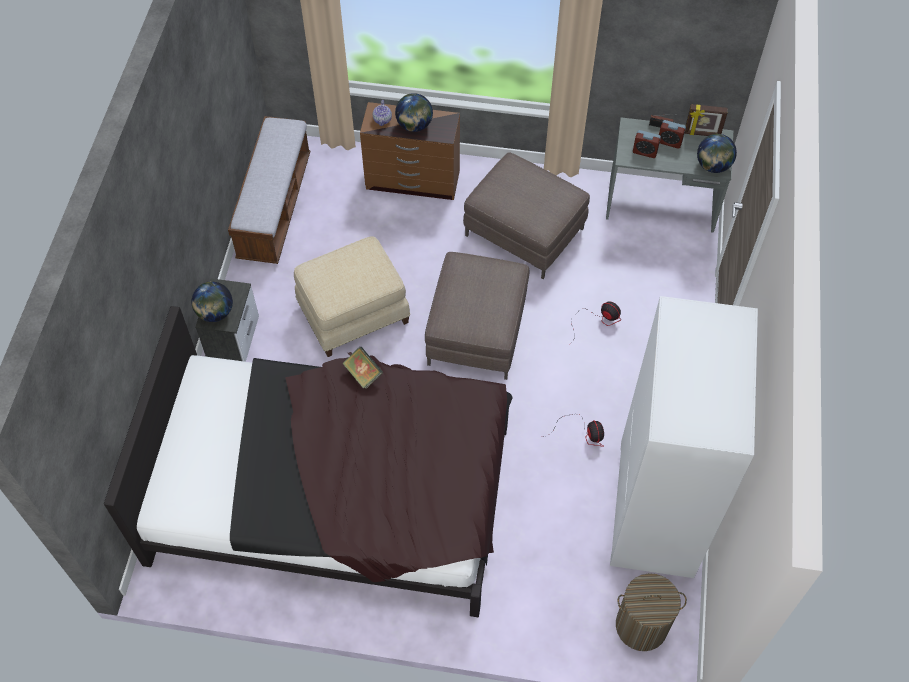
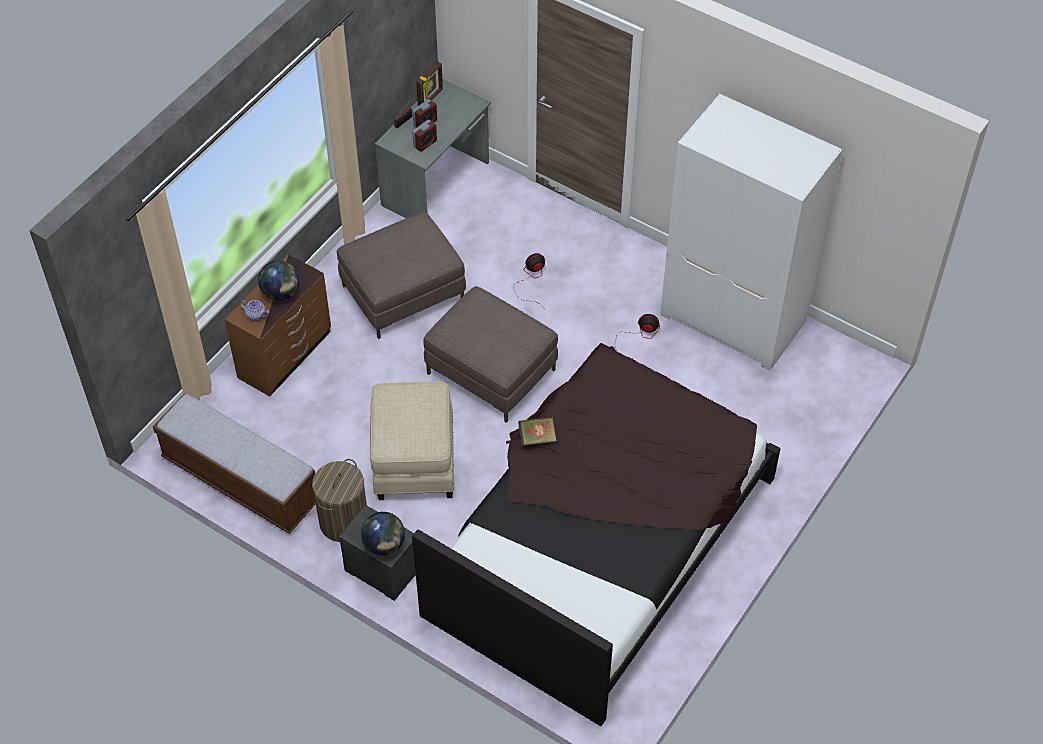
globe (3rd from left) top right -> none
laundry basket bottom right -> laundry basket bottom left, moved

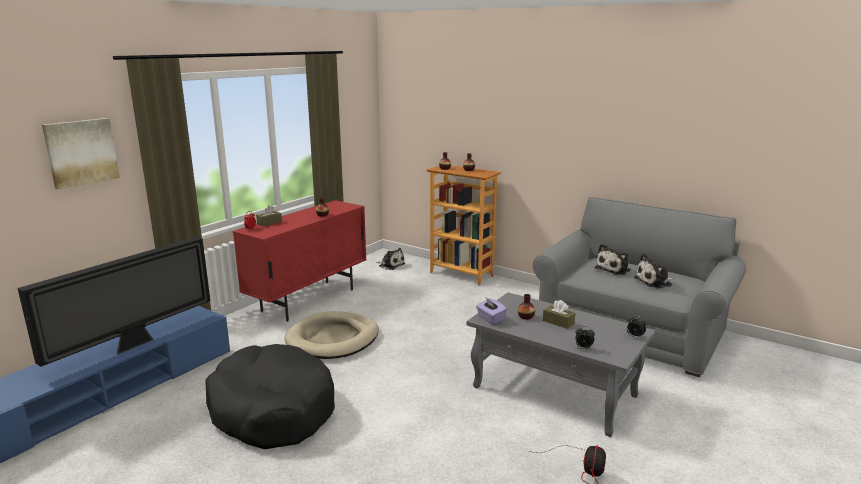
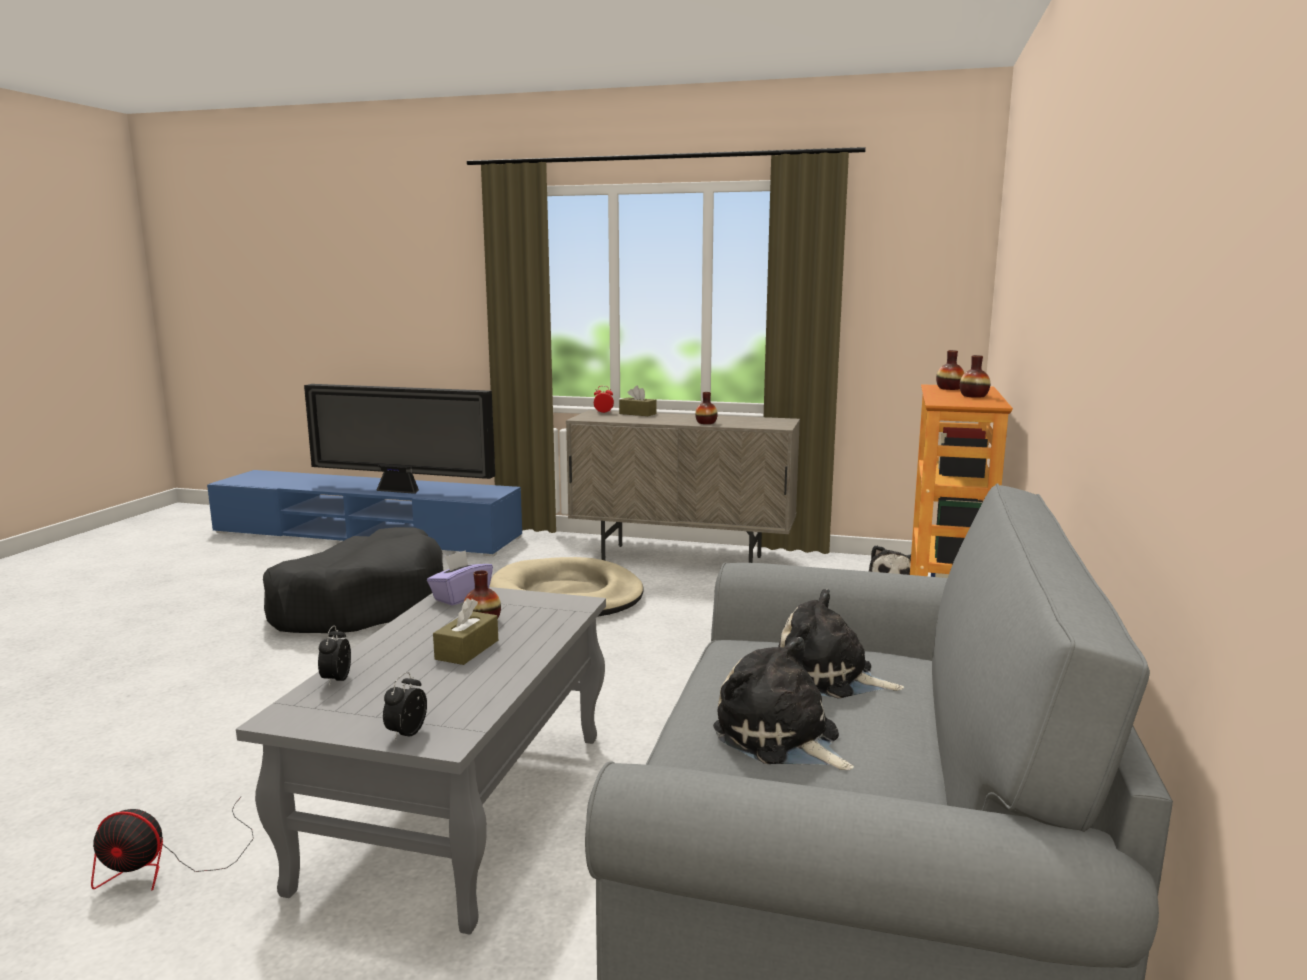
picture top left -> none
cabinet (red) centre -> cabinet (beige) centre

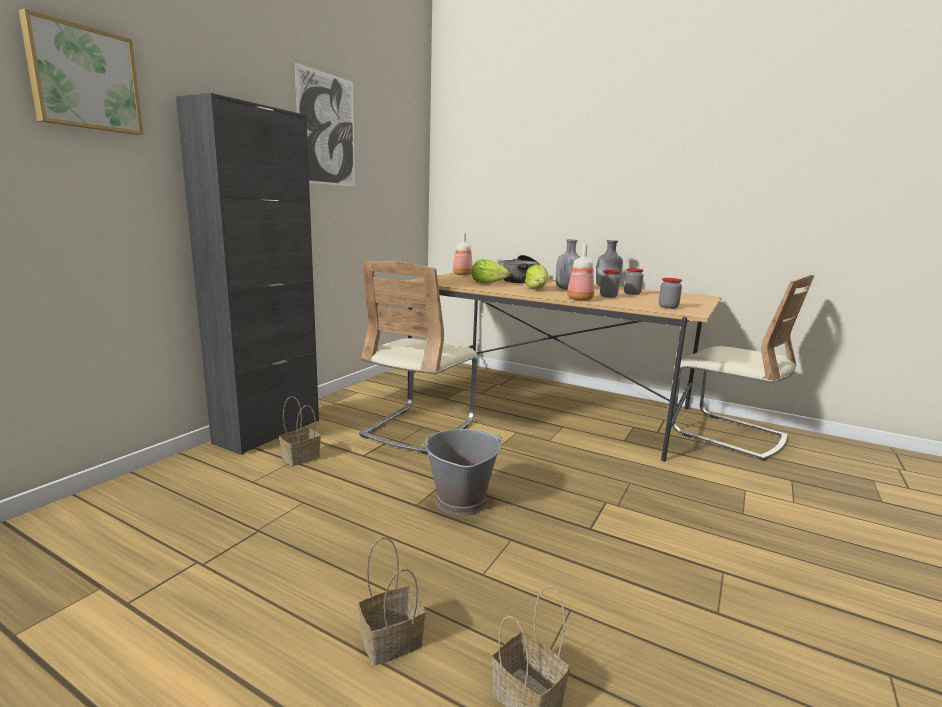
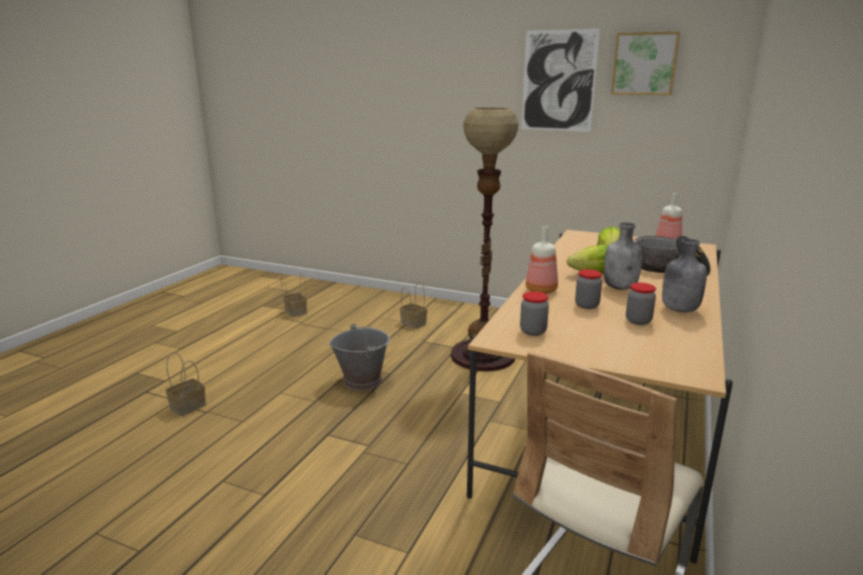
picture (1st from left in the first image) top left -> picture (2nd from left) top right, moved
cabinet (black) middle left -> none
chair (beige) (1st from left) centre -> floor lamp centre
basket (2nd from left) bottom centre -> basket (2nd from left) centre, moved

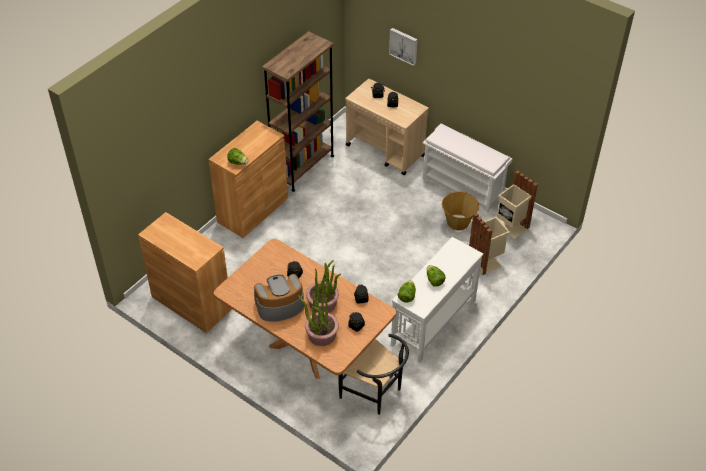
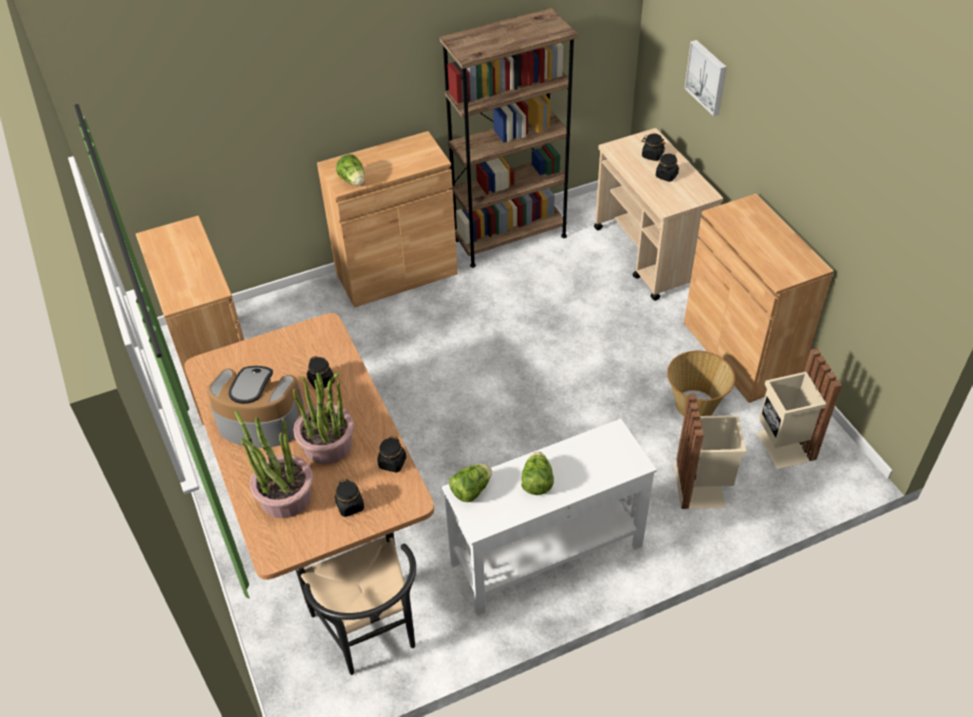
bench (white) centre -> cabinet (brown) (3rd from left) middle right

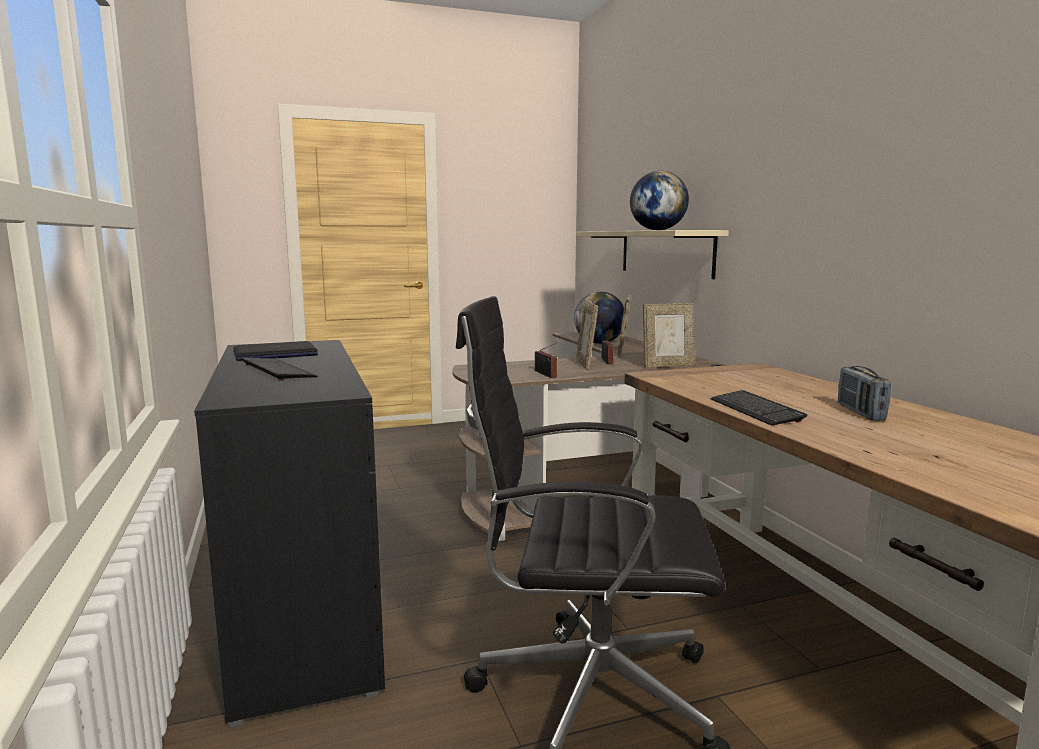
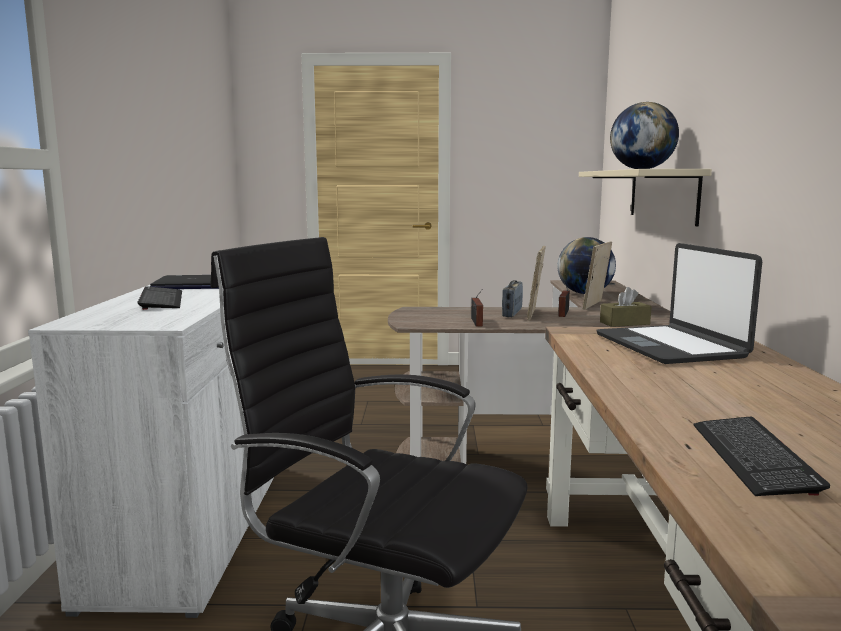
picture frame (3rd from left) centre -> tissue box (brown) middle right
cabinet (black) bottom left -> cabinet (white) bottom left
radio (3rd from left in the first image) middle right -> radio (2nd from left) centre, moved
keyboard (2nd from left) middle right -> keyboard (2nd from left) bottom right, moved
none -> laptop (2nd from left) middle right

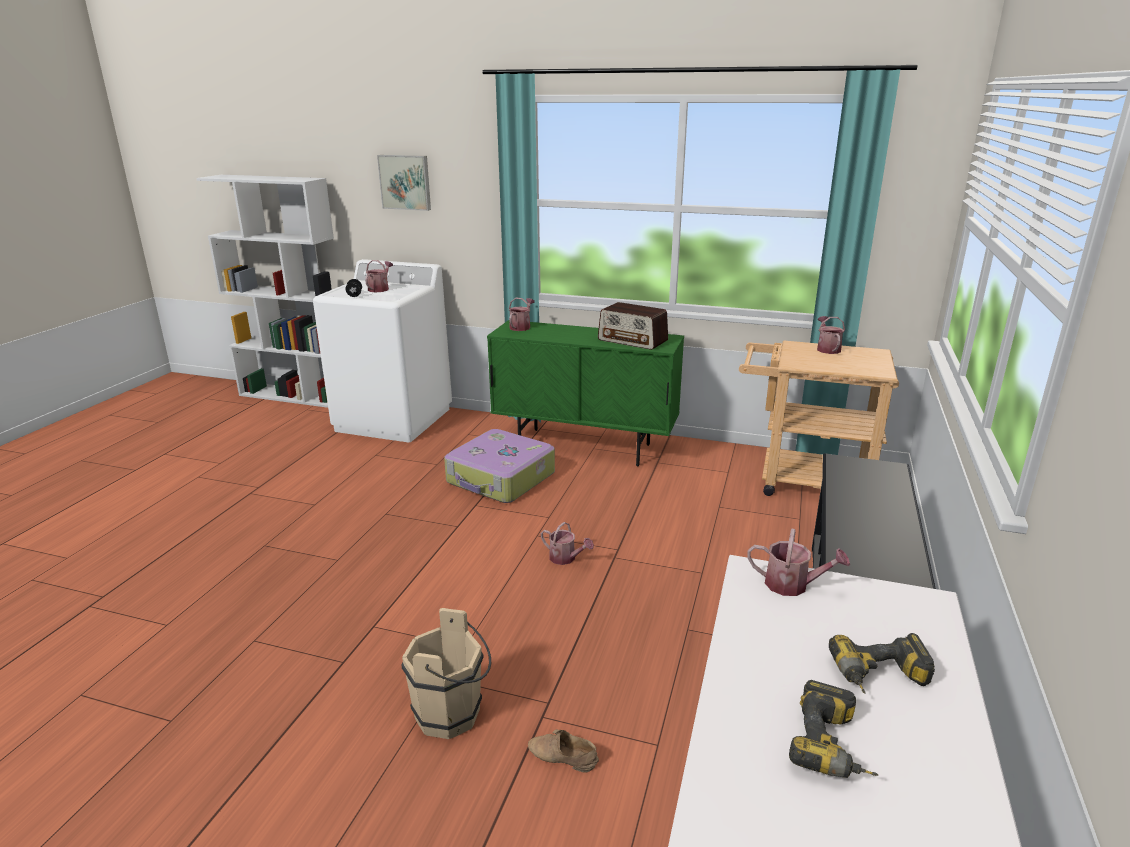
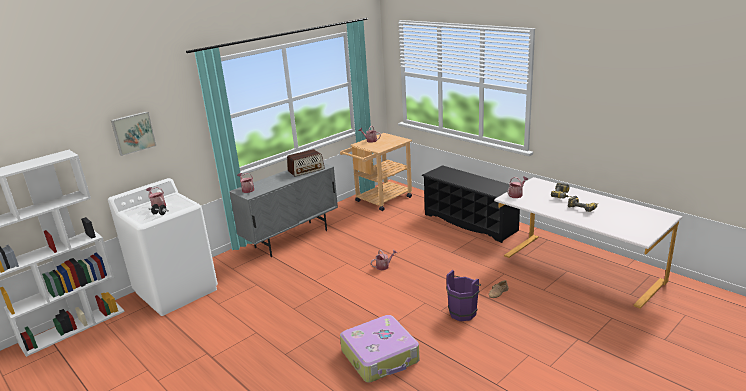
cabinet (green) centre -> cabinet (grey) centre
suitcase centre -> suitcase bottom centre, moved
bucket (beige) bottom centre -> bucket (purple) bottom centre

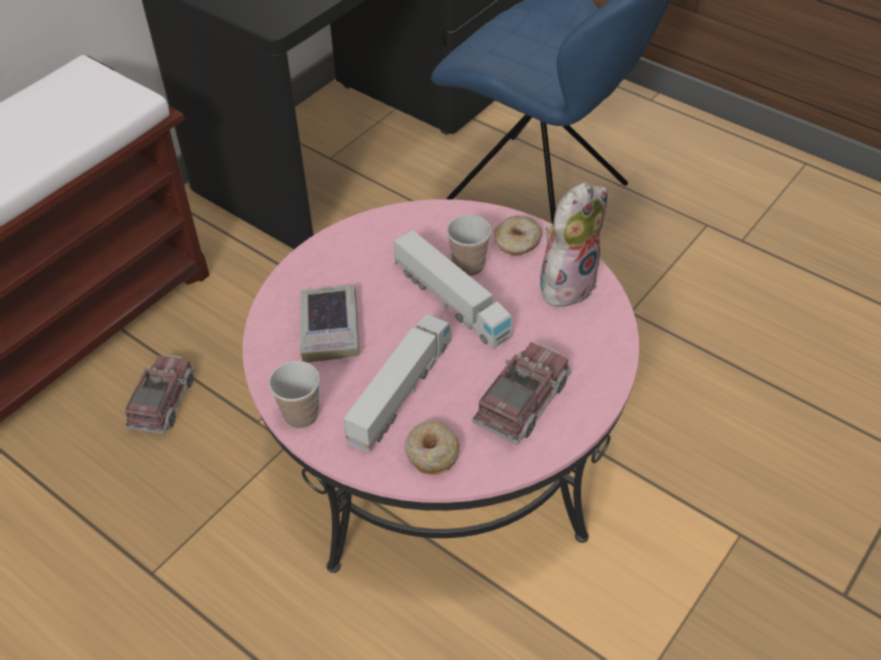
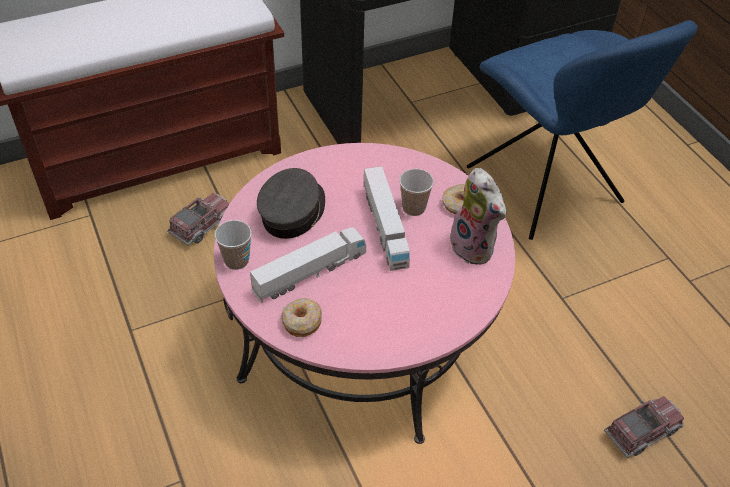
plush toy centre, 75 degrees clockwise
book centre -> cap (grey) centre
toy truck (4th from left) centre -> toy truck (4th from left) bottom right, moved

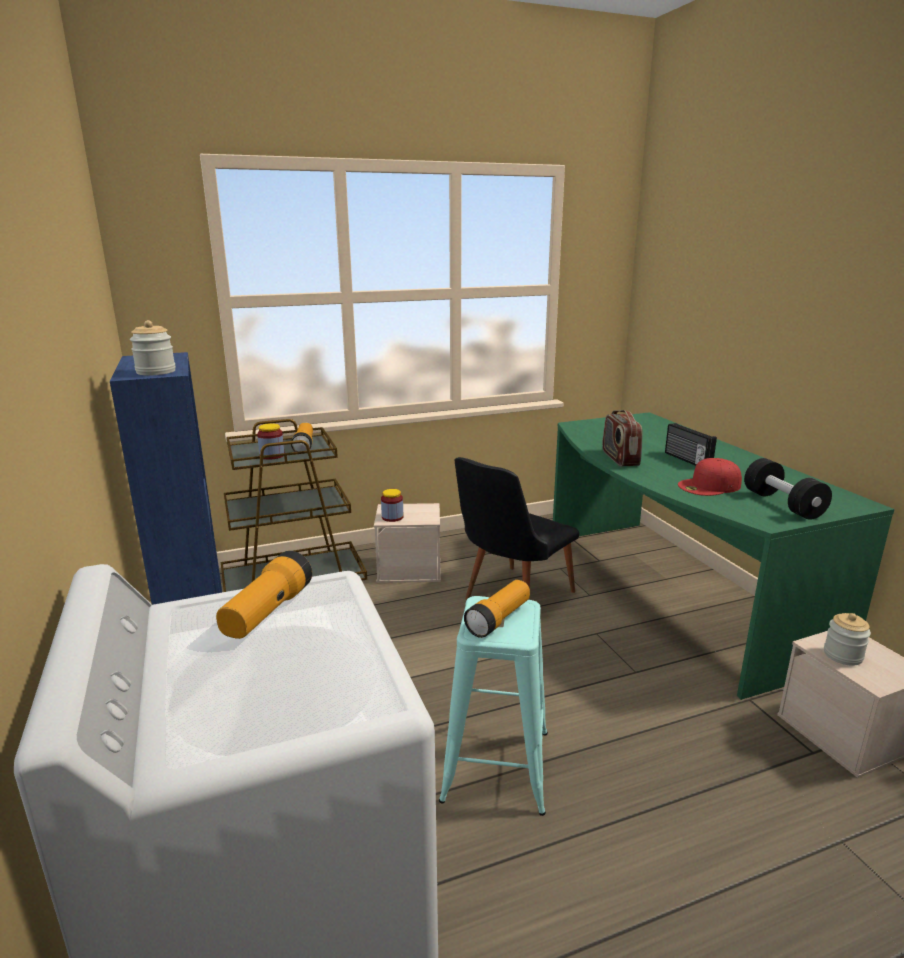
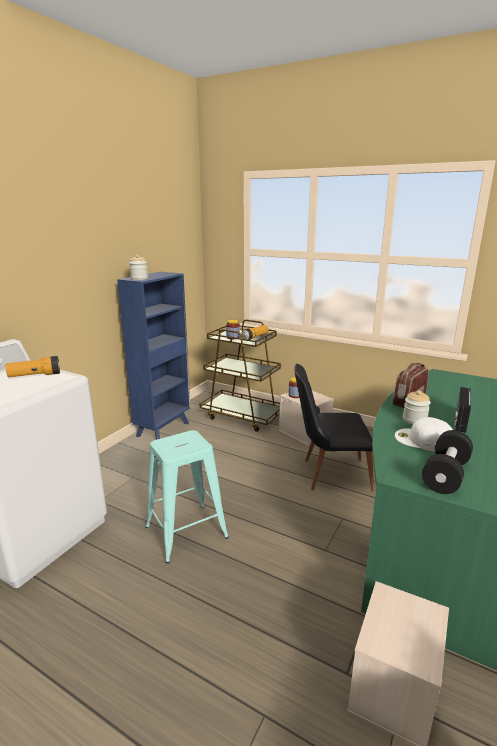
cap (red) middle right -> cap (white) middle right
flashlight (3rd from left) centre -> none
jar (4th from left) bottom right -> jar (4th from left) middle right, moved

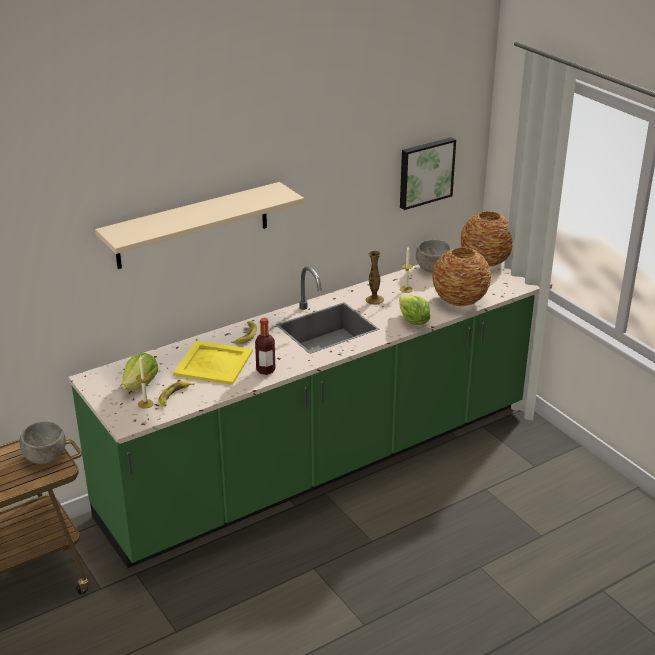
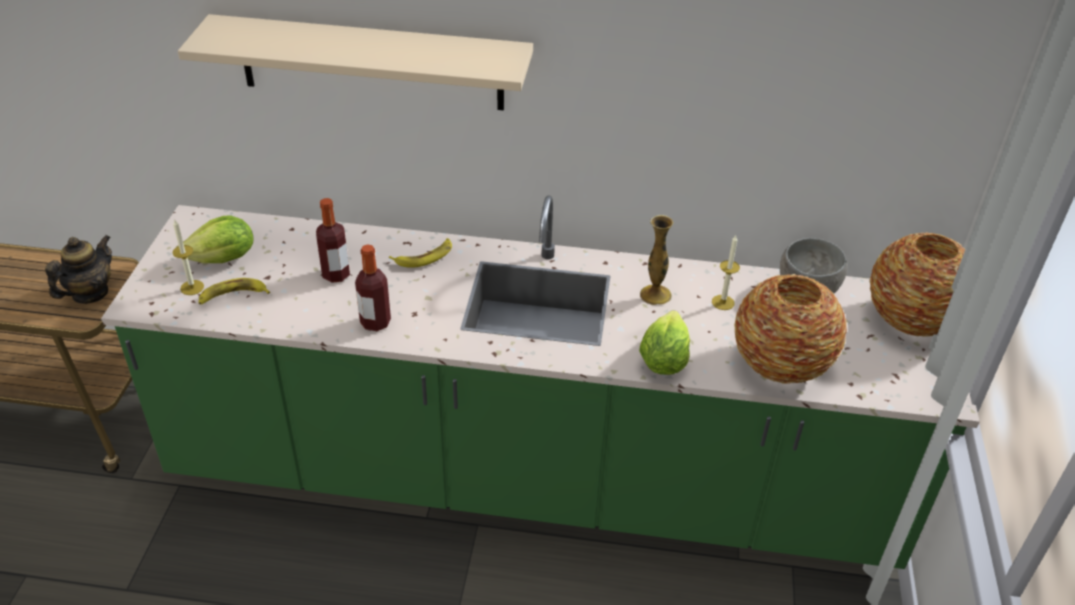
picture top centre -> none
tray (yellow) middle left -> bottle (1st from left) middle left
bowl (grey) (1st from left) bottom left -> teapot middle left

